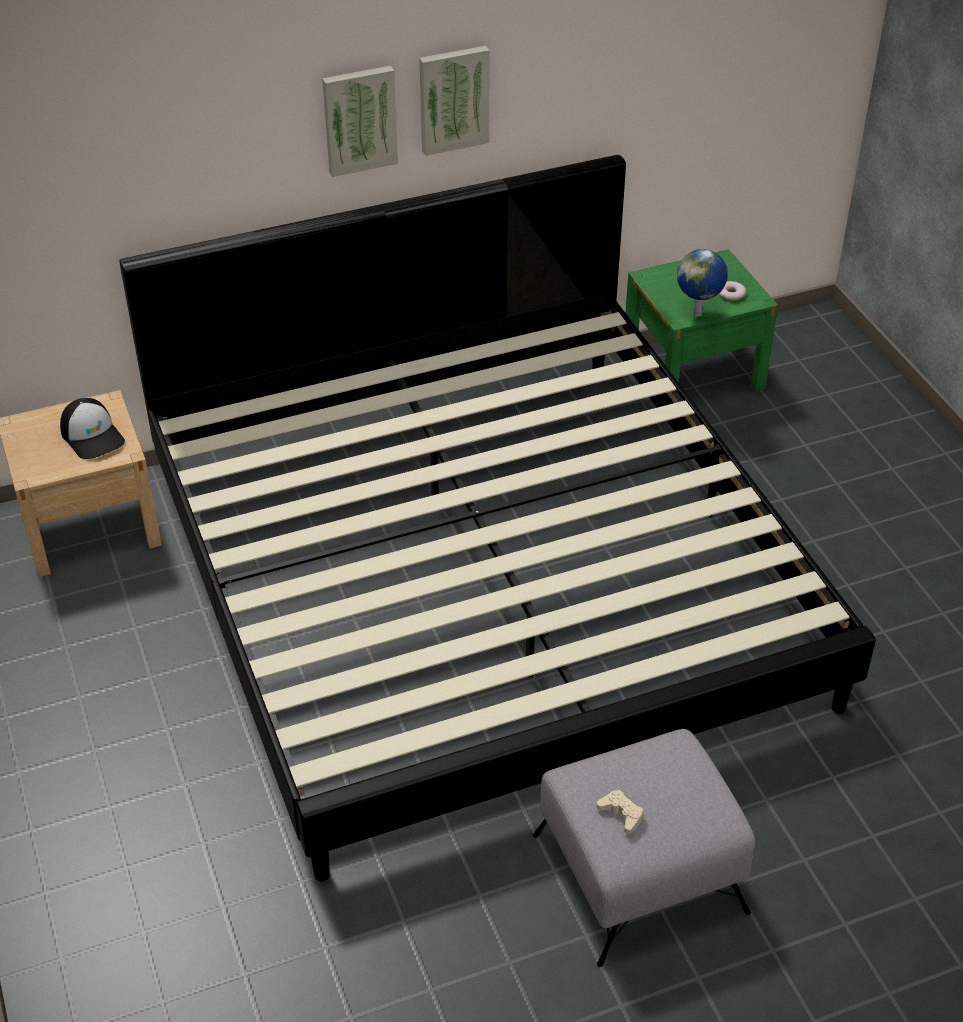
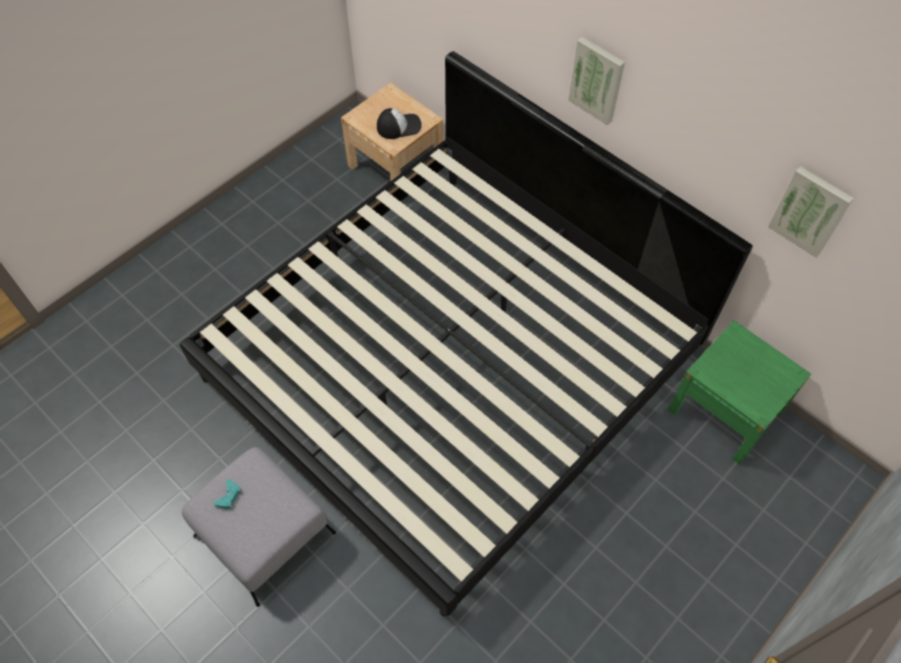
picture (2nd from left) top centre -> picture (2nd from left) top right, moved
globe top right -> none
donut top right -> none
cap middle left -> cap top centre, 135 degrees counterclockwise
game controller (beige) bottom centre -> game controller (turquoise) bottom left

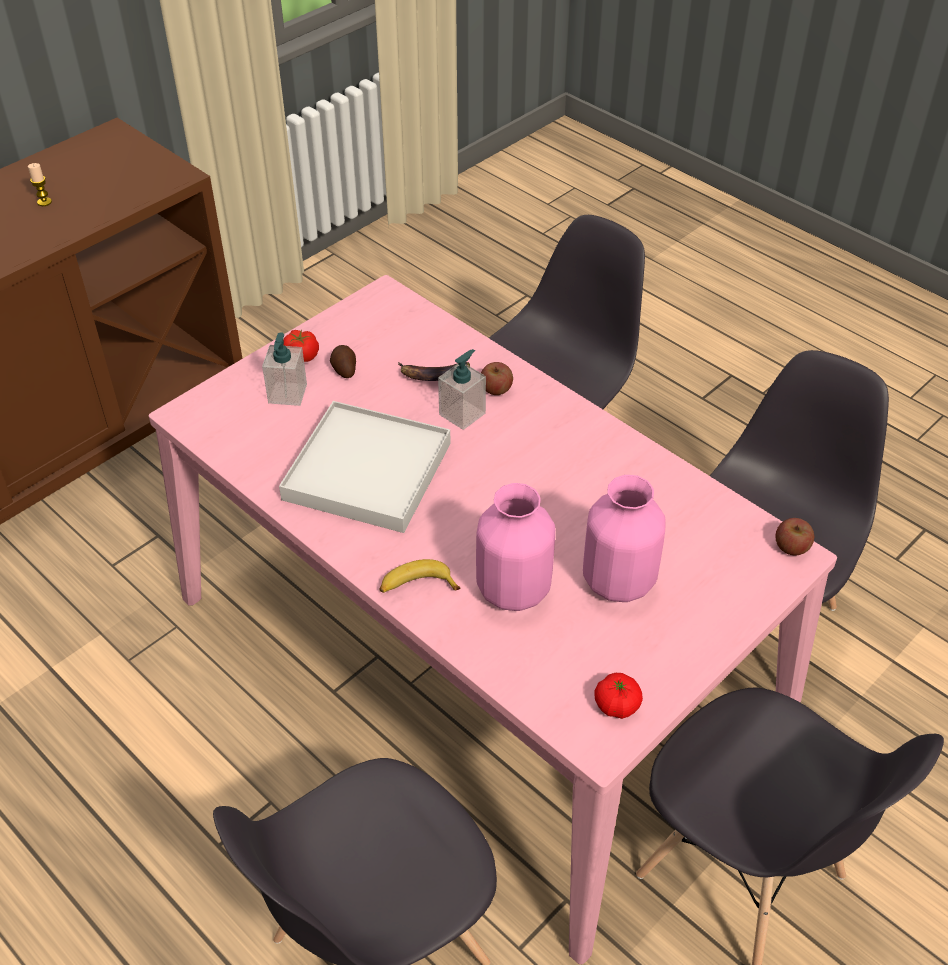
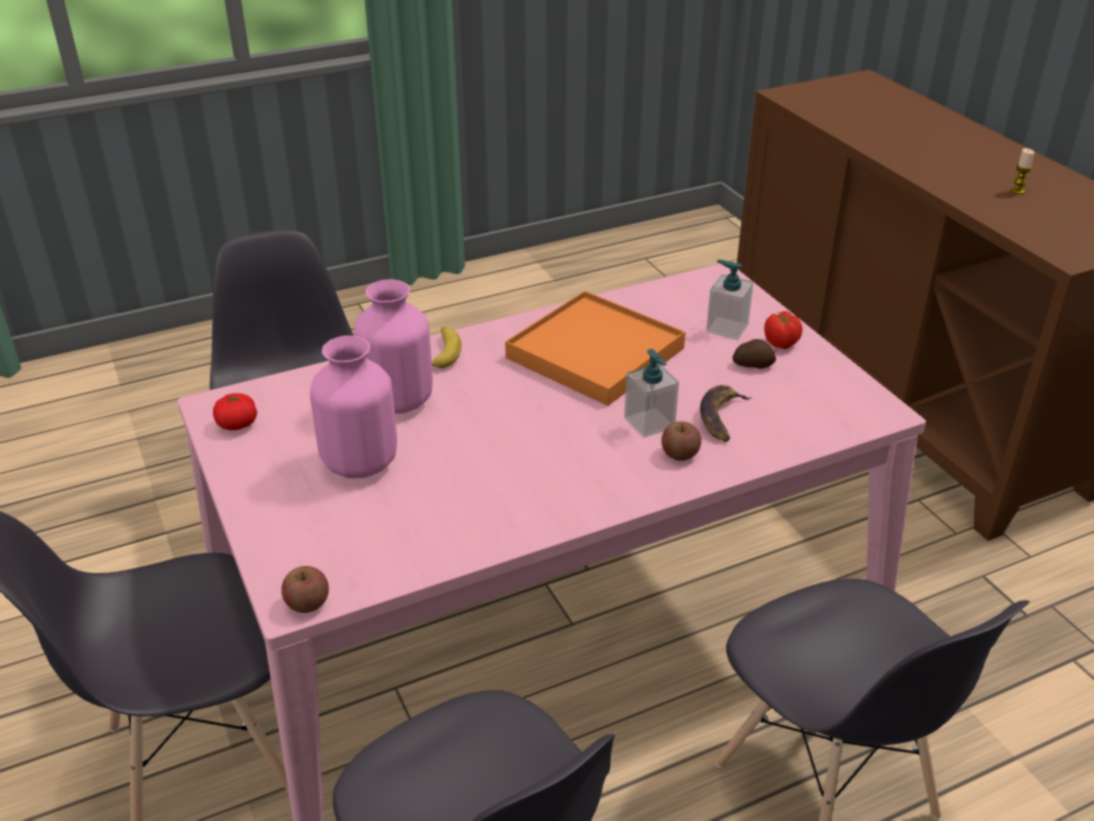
tray (white) centre -> tray (orange) centre

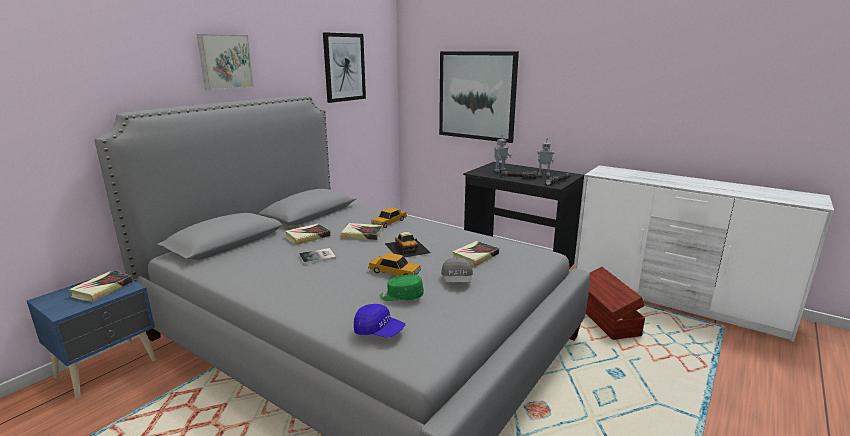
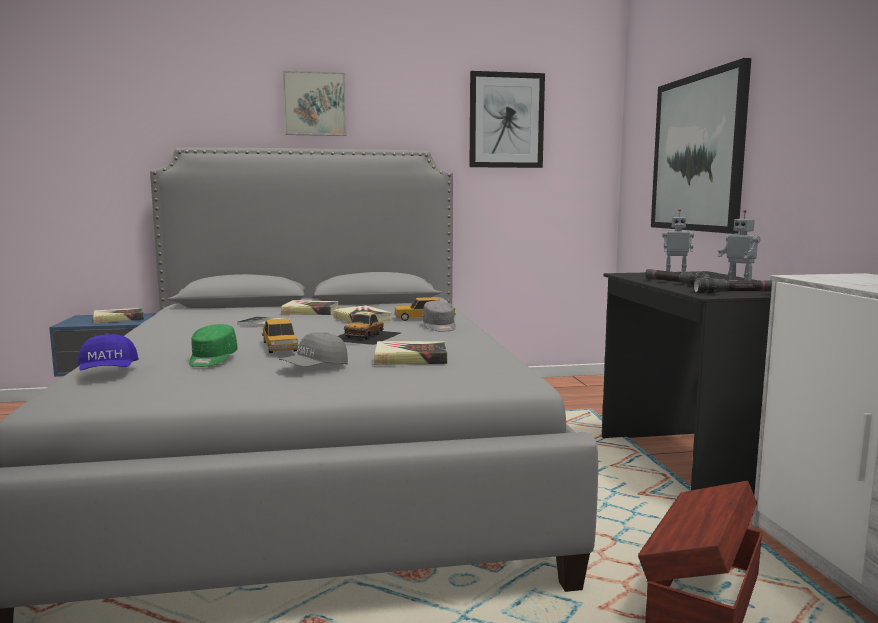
cap (green) centre -> cap (green) middle left, 135 degrees counterclockwise
none -> cap (grey) (2nd from left) centre

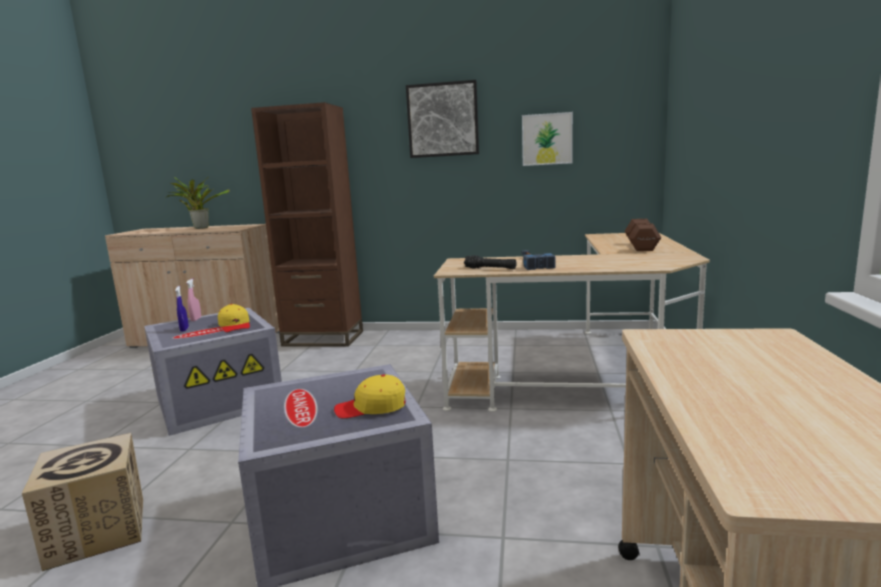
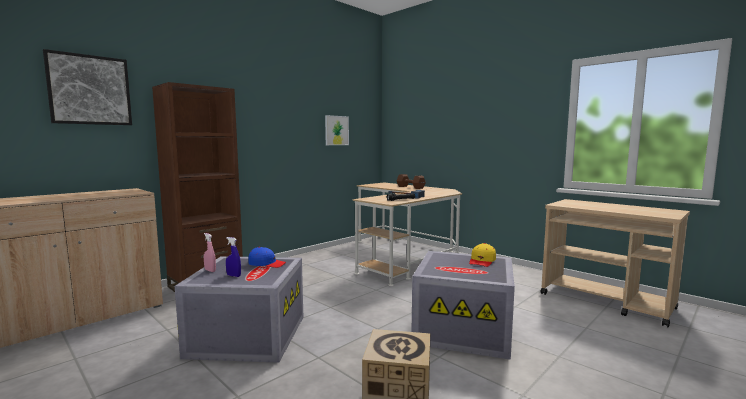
picture (1st from left) top centre -> picture (1st from left) top left, moved
potted plant middle left -> none
cap (yellow) (1st from left) middle left -> cap (blue) centre

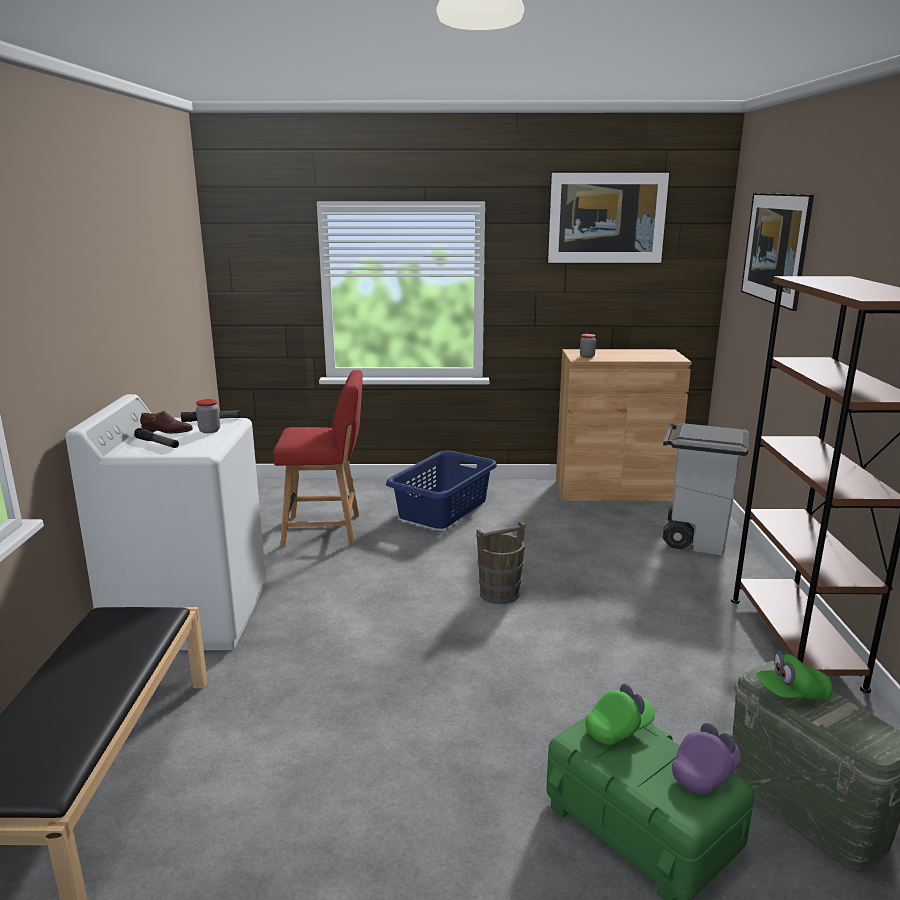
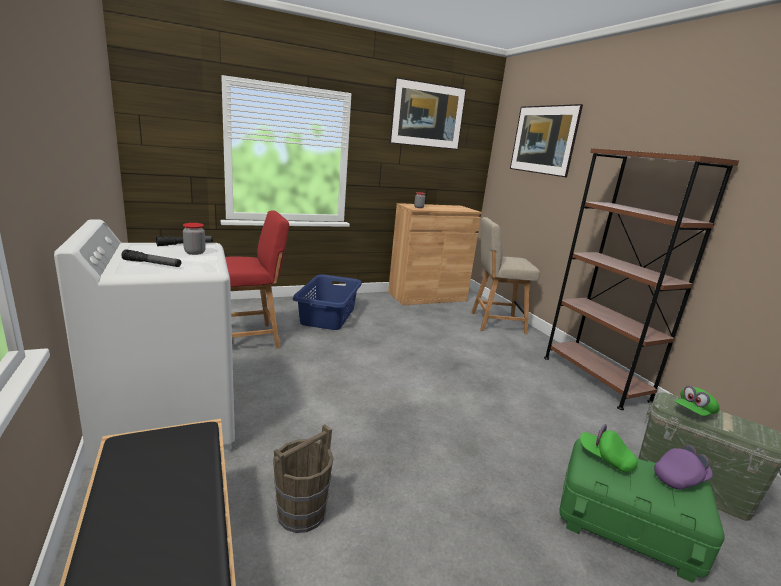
shoe (brown) middle left -> none
trash can (grey) middle right -> chair (beige) centre
bucket (brown) centre -> bucket (brown) bottom centre, moved
cap (green) (1st from left) bottom right, 90 degrees counterclockwise
cap (purple) bottom right, 45 degrees clockwise

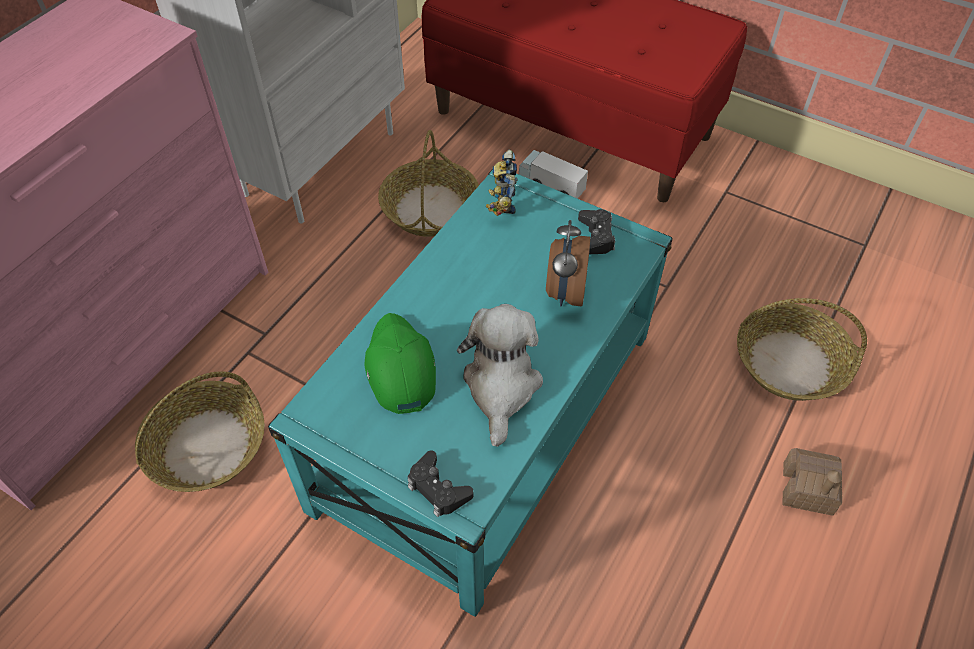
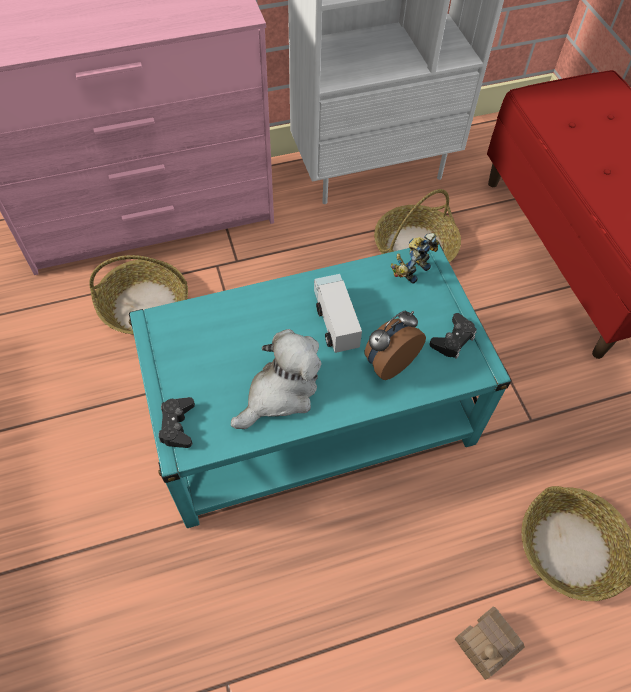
toy truck top centre -> toy truck centre, moved
cap (green) centre -> none

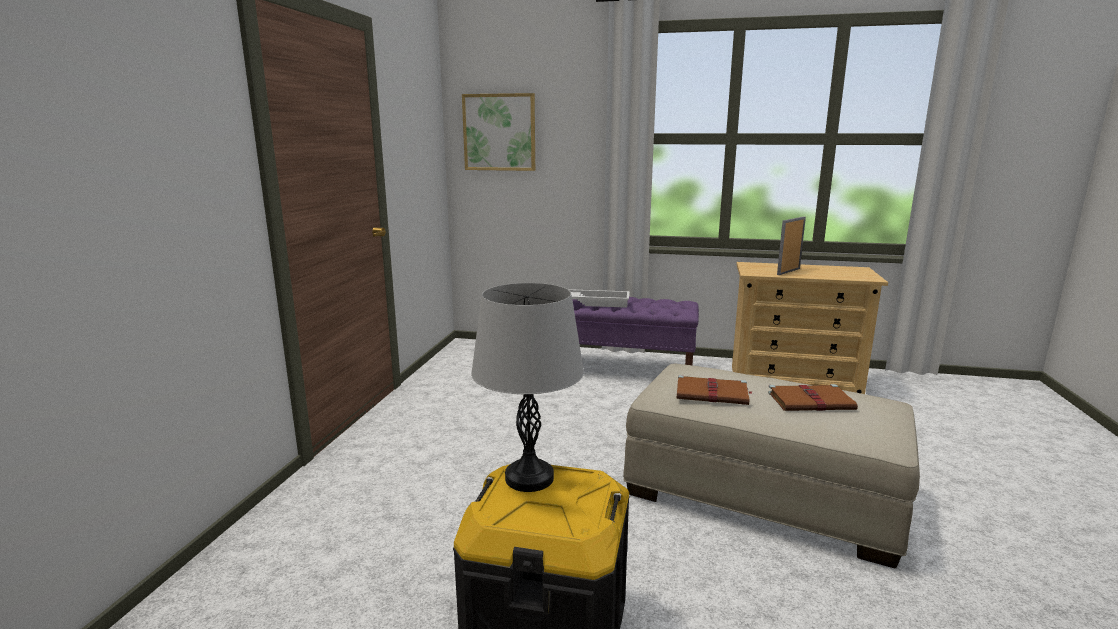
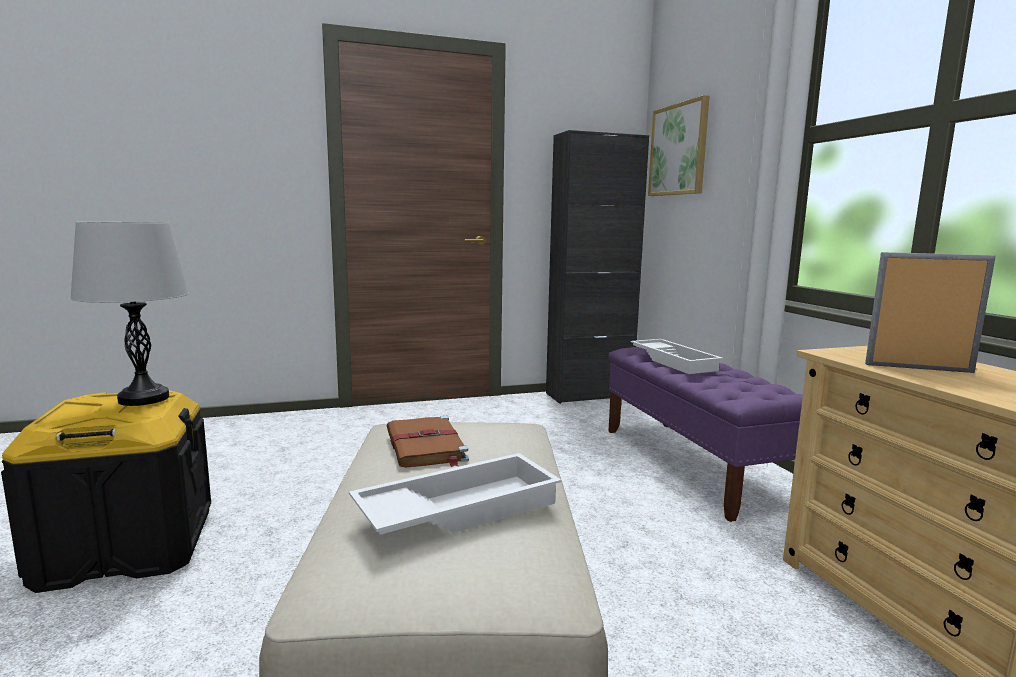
book (brown) (2nd from left) middle right -> tray (white) (1st from left) bottom centre
none -> cabinet (black) centre

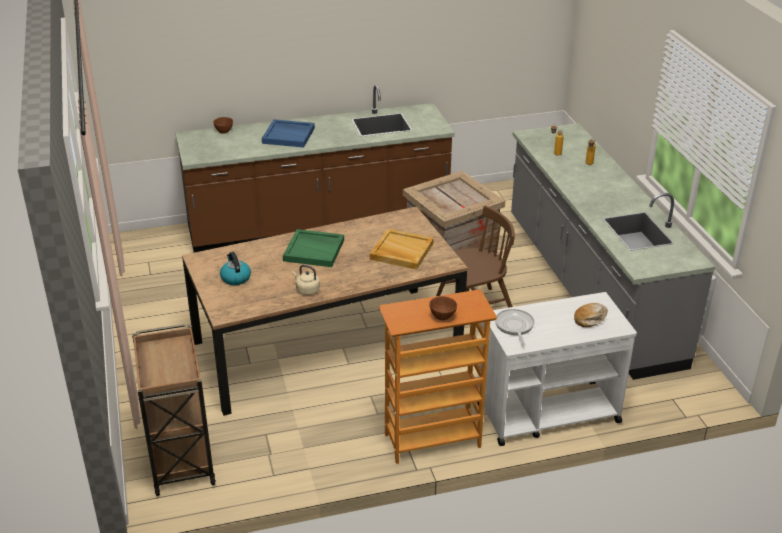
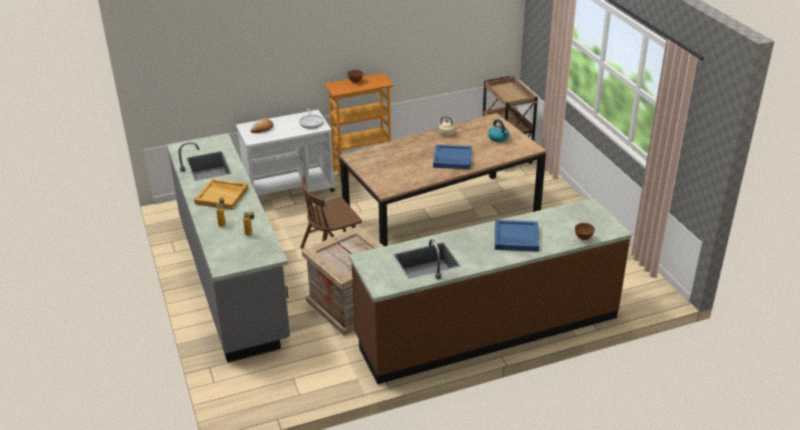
tray (green) centre -> tray (blue) (1st from left) centre
tray (beige) centre -> tray (beige) middle left, moved

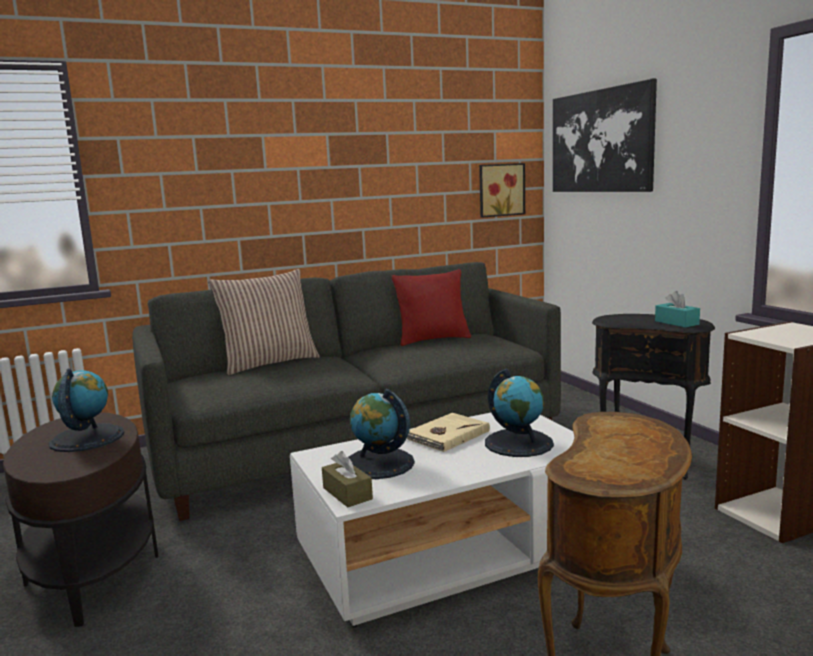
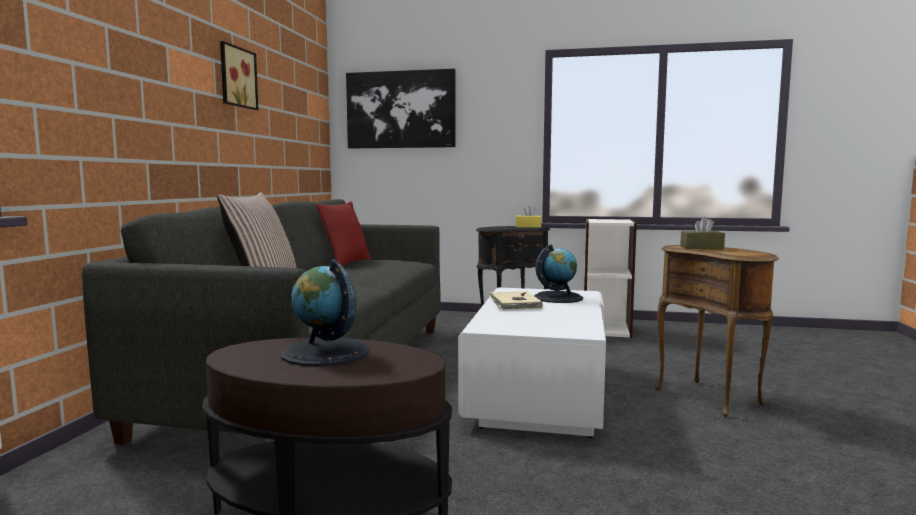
picture (1st from left) top centre -> picture (1st from left) top left, moved
tissue box (turquoise) middle right -> tissue box (yellow) centre
globe (2nd from left) centre -> none
tissue box (brown) bottom centre -> tissue box (brown) middle right, moved

